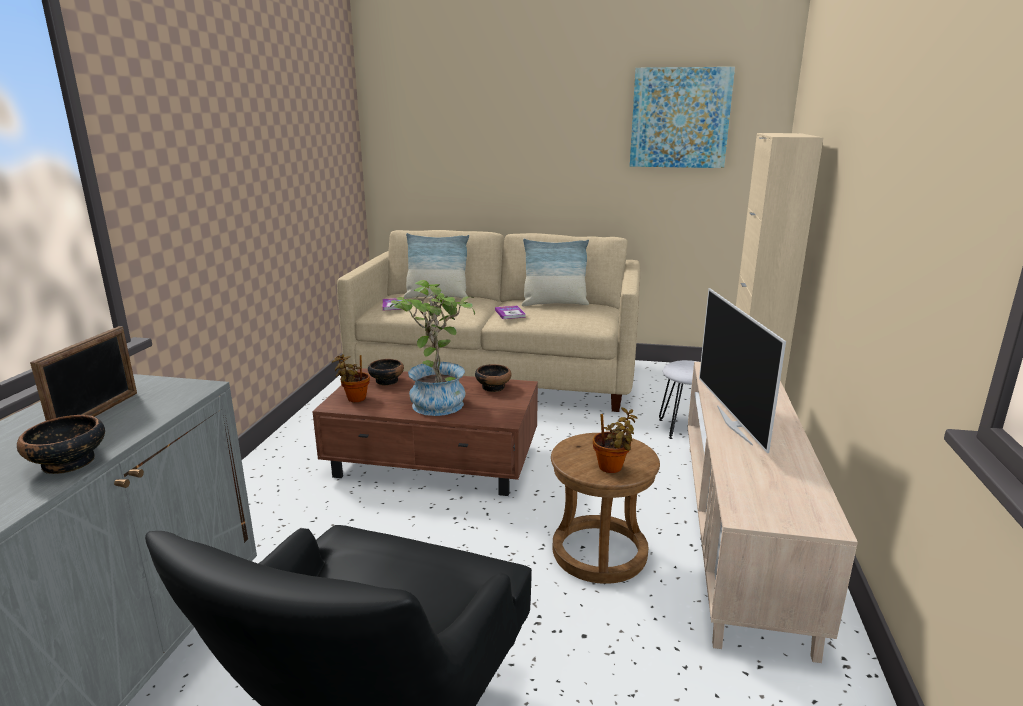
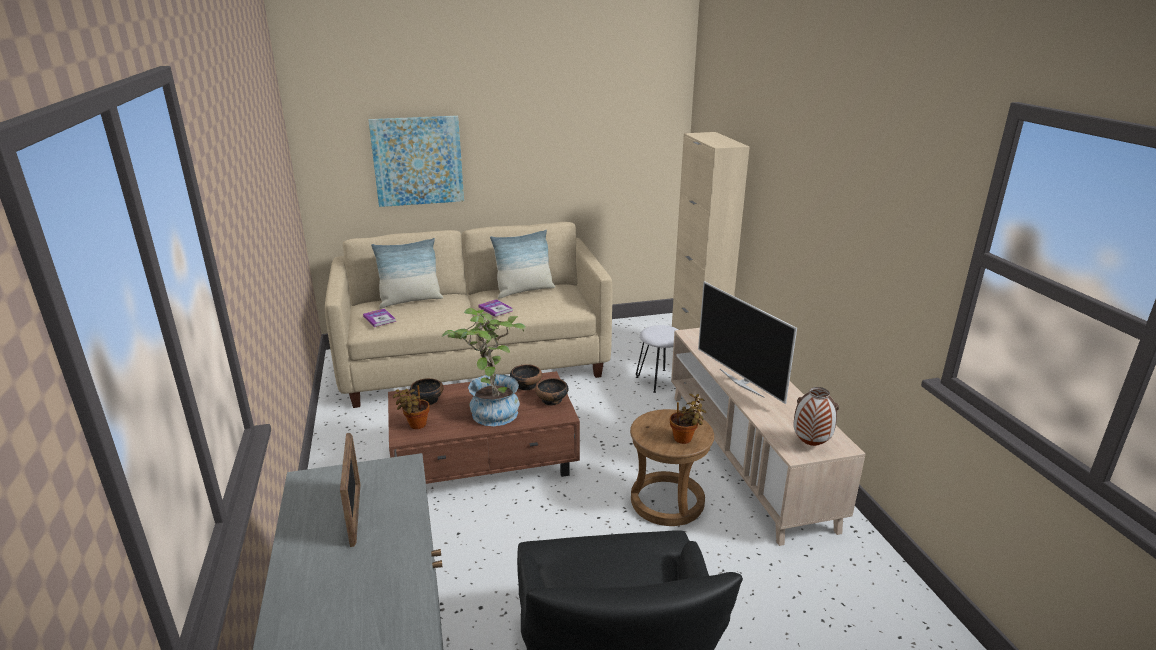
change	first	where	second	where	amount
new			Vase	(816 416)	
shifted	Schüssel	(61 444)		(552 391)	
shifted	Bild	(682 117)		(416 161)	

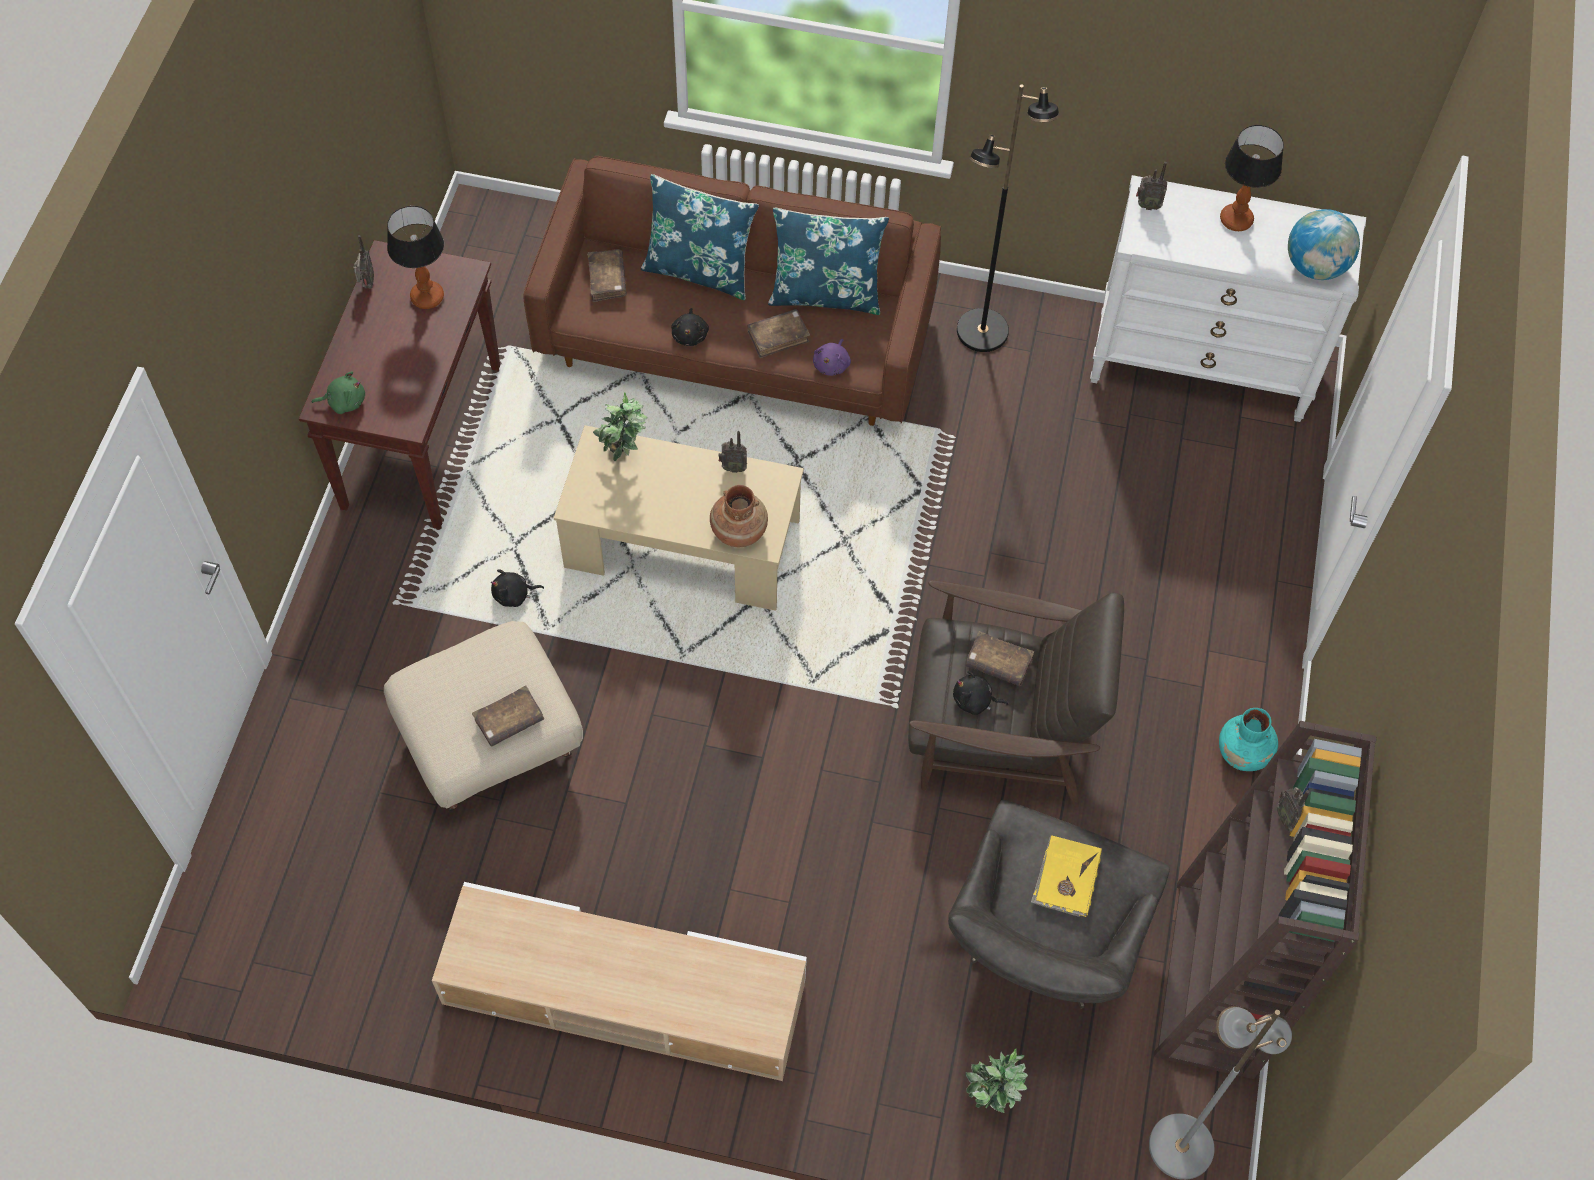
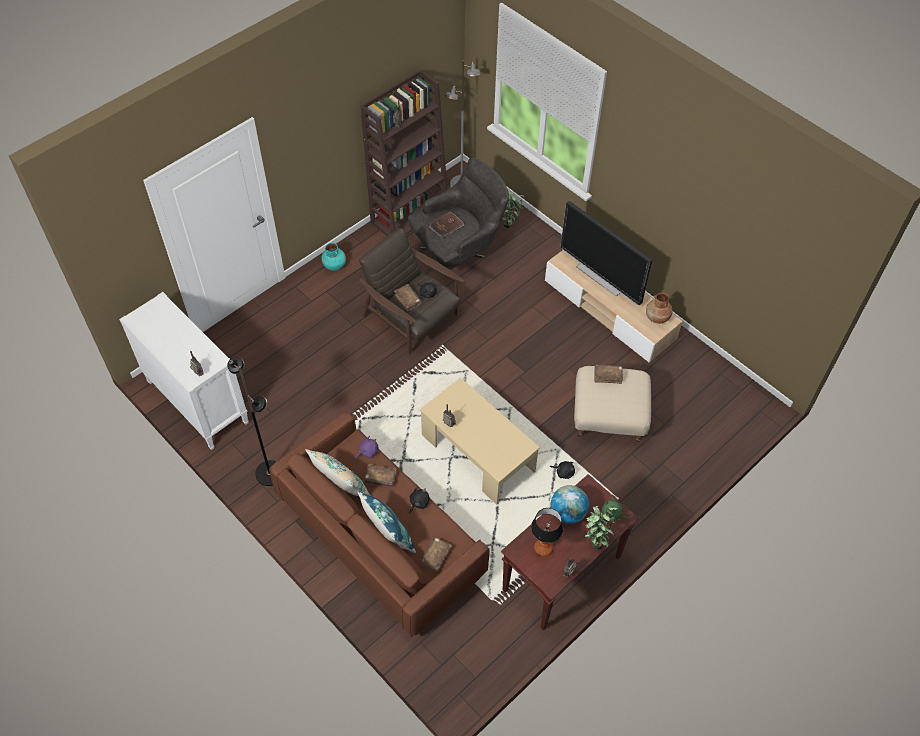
change	first	where	second	where	amount
gone	Tischlampe	(1252 178)			
new			Fernseher	(606 253)	
shifted	Topfpflanze	(620 427)		(601 528)	
shifted	Vase (braun)	(739 516)		(659 308)	
shifted	Globus	(1324 244)		(570 504)	
repainted	Kissen (blau)	(828 261)	Kissen (beige)	(338 472)	
repainted	Buch (gelb)	(1066 876)	Buch (braun)	(446 225)	

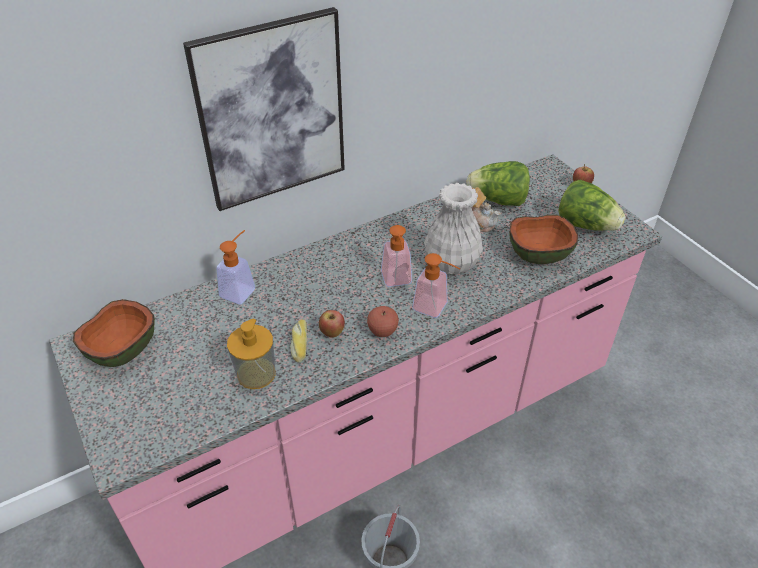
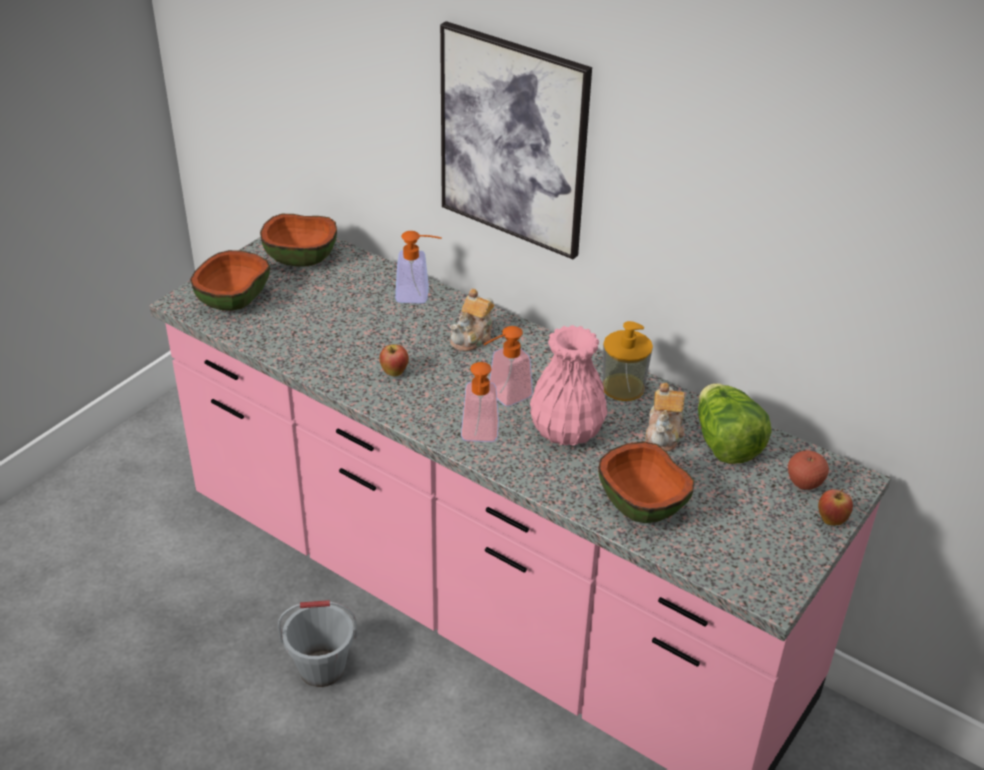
change	first	where	second	where	amount
gone	Brot	(298 341)			
gone	Salatkopf	(592 205)			
new			Schüssel	(230 280)	
new			Teekanne	(472 320)	
shifted	Seifenspender	(251 354)		(627 361)	
shifted	Apfel	(383 321)		(808 470)	
repainted	Vase (weiß)	(453 228)	Vase (rosa)	(569 385)	

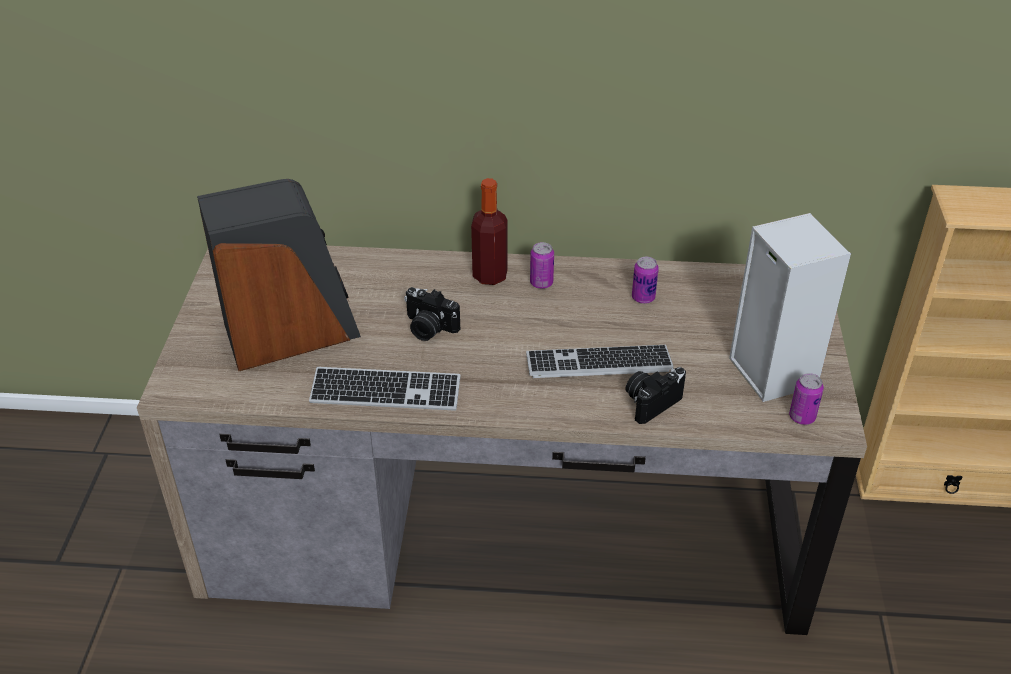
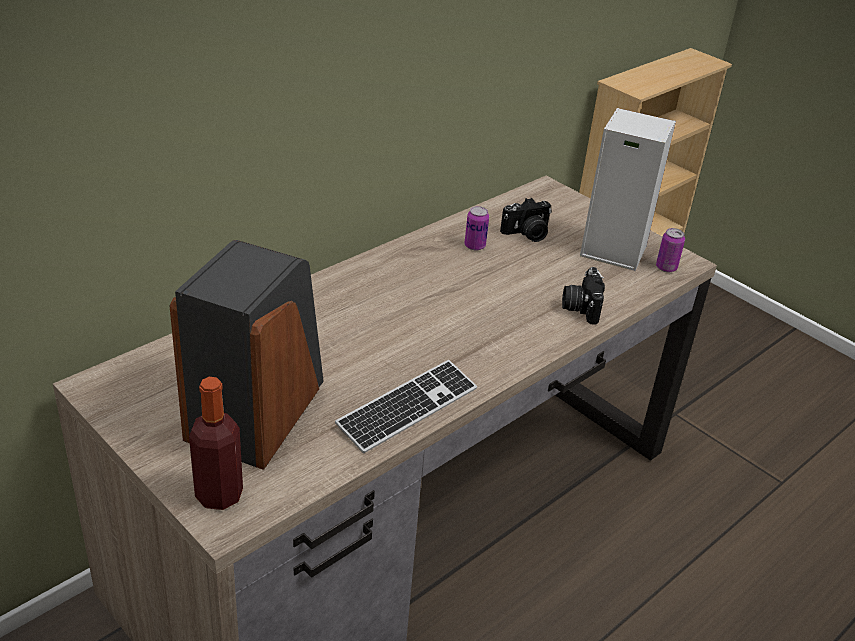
change	first	where	second	where	amount
gone	Tastatur	(600 361)			
gone	Dose	(542 265)			
shifted	Kamera	(432 314)		(526 220)	
shifted	Flasche	(489 231)		(216 443)	

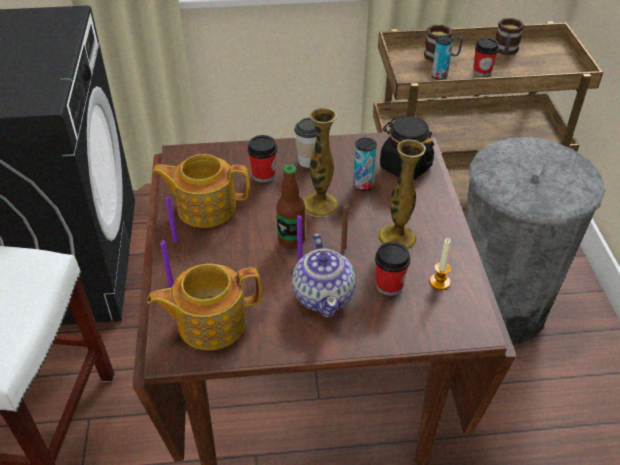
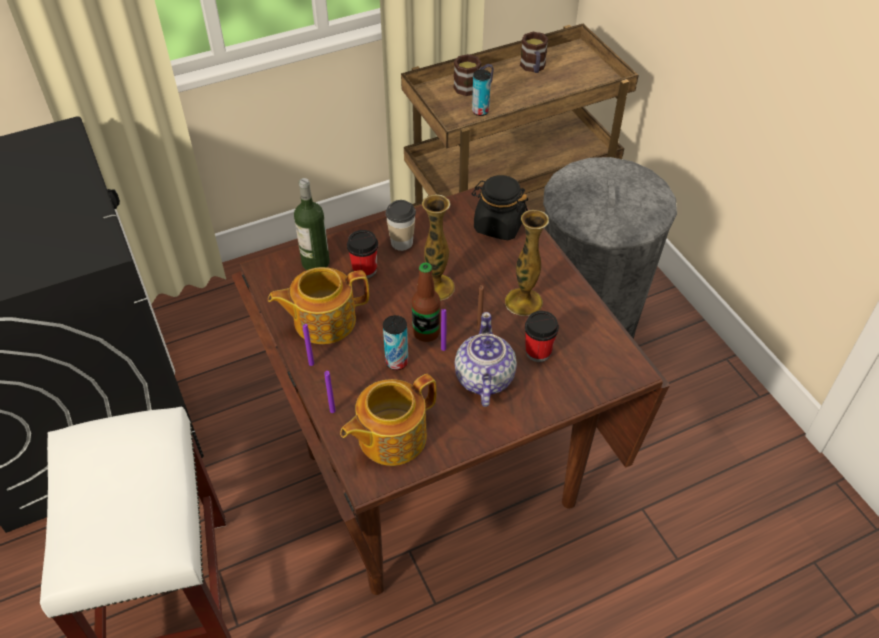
change	first	where	second	where	amount
gone	Kerze	(440 264)			
gone	Tasse	(486 57)			
new			Flasche	(312 224)	
shifted	Dose	(365 164)		(395 342)	
rotated	Teekanne	(323 275)		(486 359)	150 degrees counterclockwise

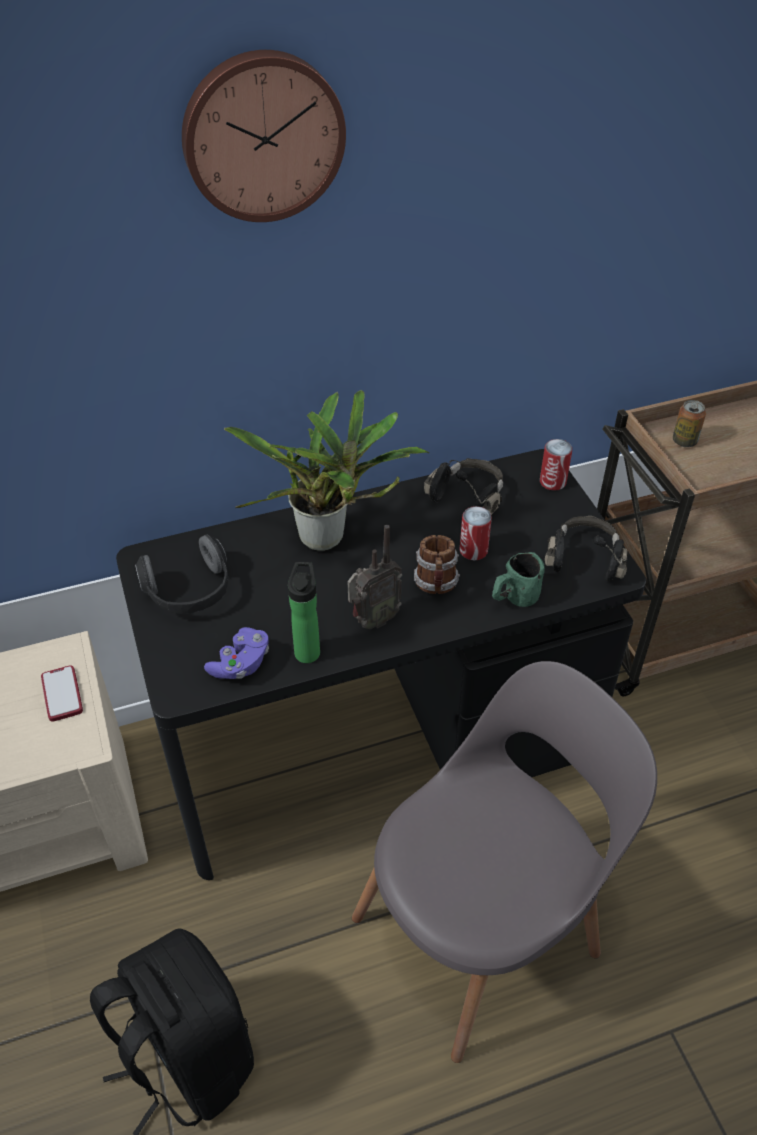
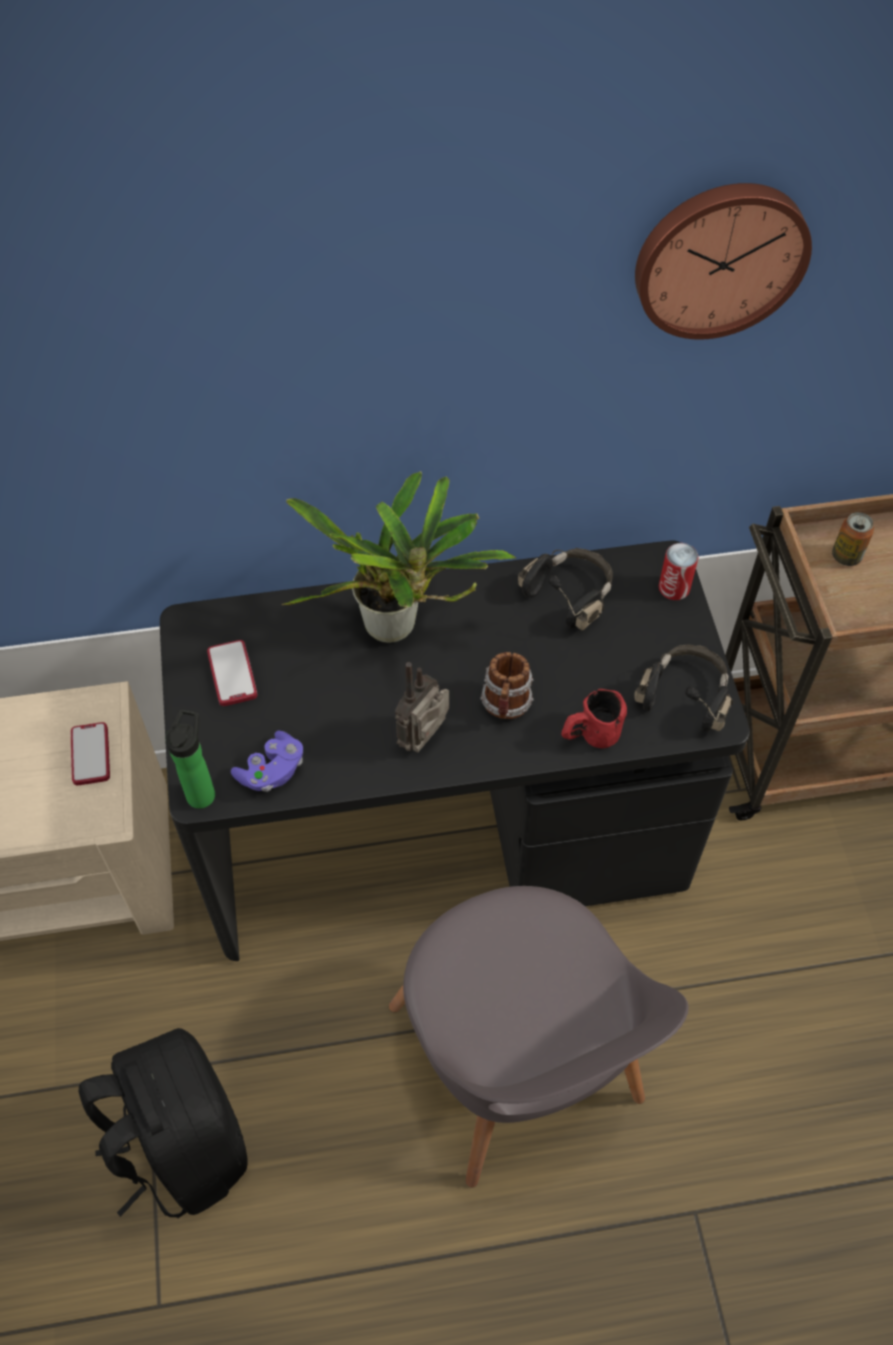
change	first	where	second	where	amount
gone	Dose	(476 533)			
shifted	Wanduhr	(264 136)		(723 261)	
shifted	Flasche	(304 612)		(190 759)	
swapped	Kopfhörer	(181 574)	Handy	(232 673)	
repainted	Henkelbecher (grün)	(518 579)	Henkelbecher (rot)	(594 718)	
rotated	Radio	(374 577)		(422 707)	150 degrees clockwise
rotated	Stuhl (grau)	(504 862)		(539 1037)	90 degrees clockwise

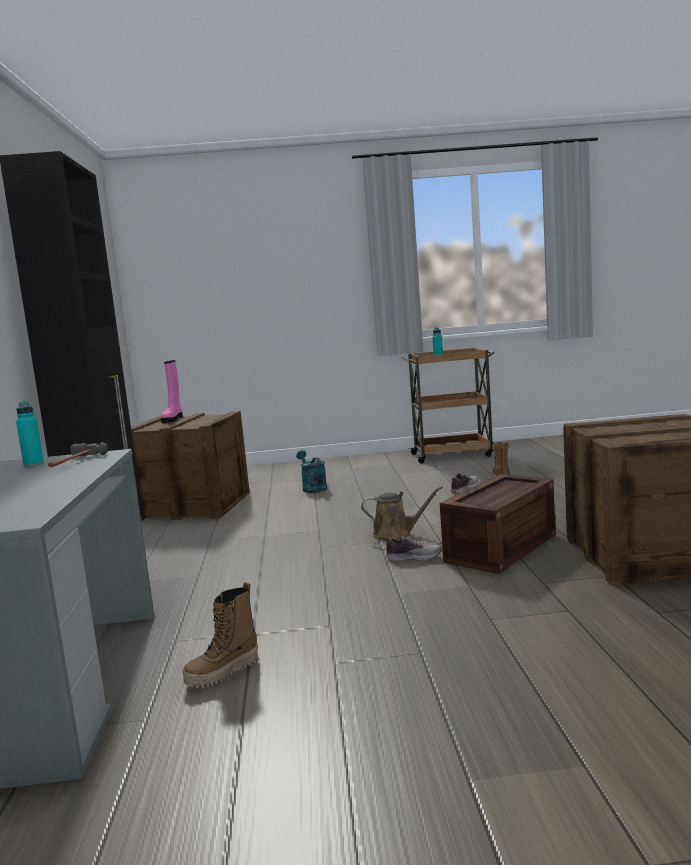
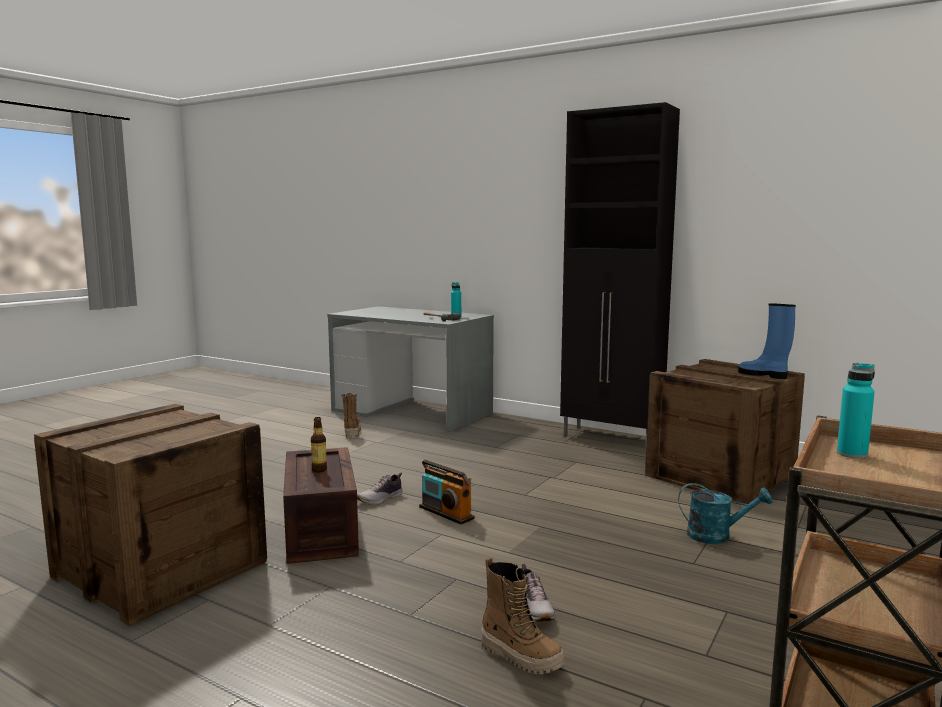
change	first	where	second	where	amount
new			Flasche	(319 445)	
swapped	Gießkanne (braun)	(402 513)	Radio	(447 491)	
repainted	Stiefel (rosa)	(172 391)	Stiefel (blau)	(767 341)	

